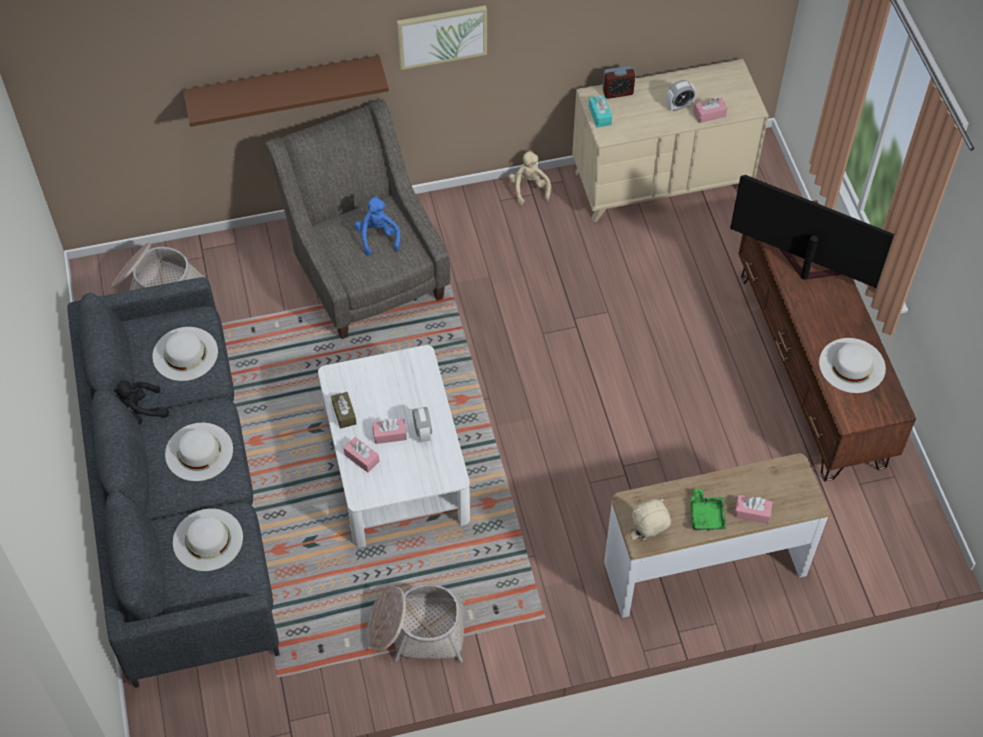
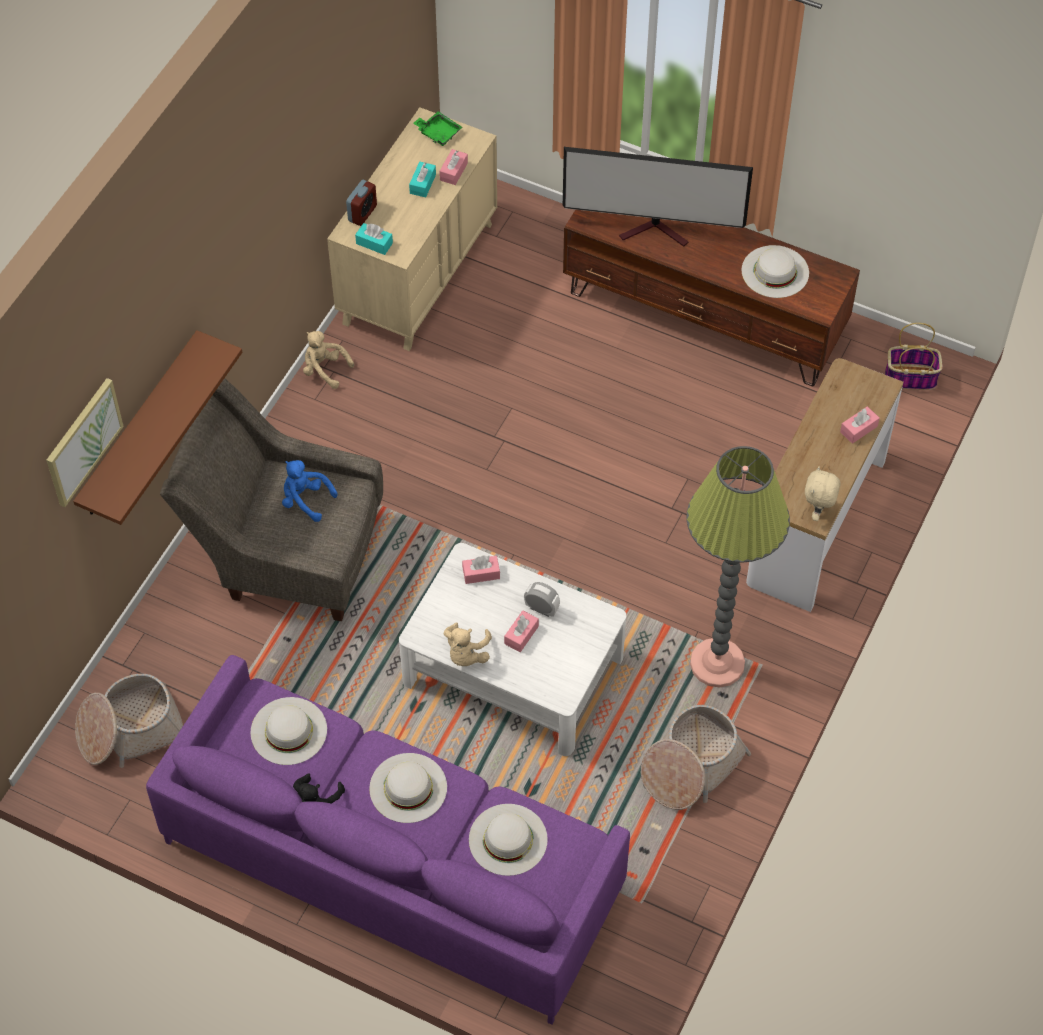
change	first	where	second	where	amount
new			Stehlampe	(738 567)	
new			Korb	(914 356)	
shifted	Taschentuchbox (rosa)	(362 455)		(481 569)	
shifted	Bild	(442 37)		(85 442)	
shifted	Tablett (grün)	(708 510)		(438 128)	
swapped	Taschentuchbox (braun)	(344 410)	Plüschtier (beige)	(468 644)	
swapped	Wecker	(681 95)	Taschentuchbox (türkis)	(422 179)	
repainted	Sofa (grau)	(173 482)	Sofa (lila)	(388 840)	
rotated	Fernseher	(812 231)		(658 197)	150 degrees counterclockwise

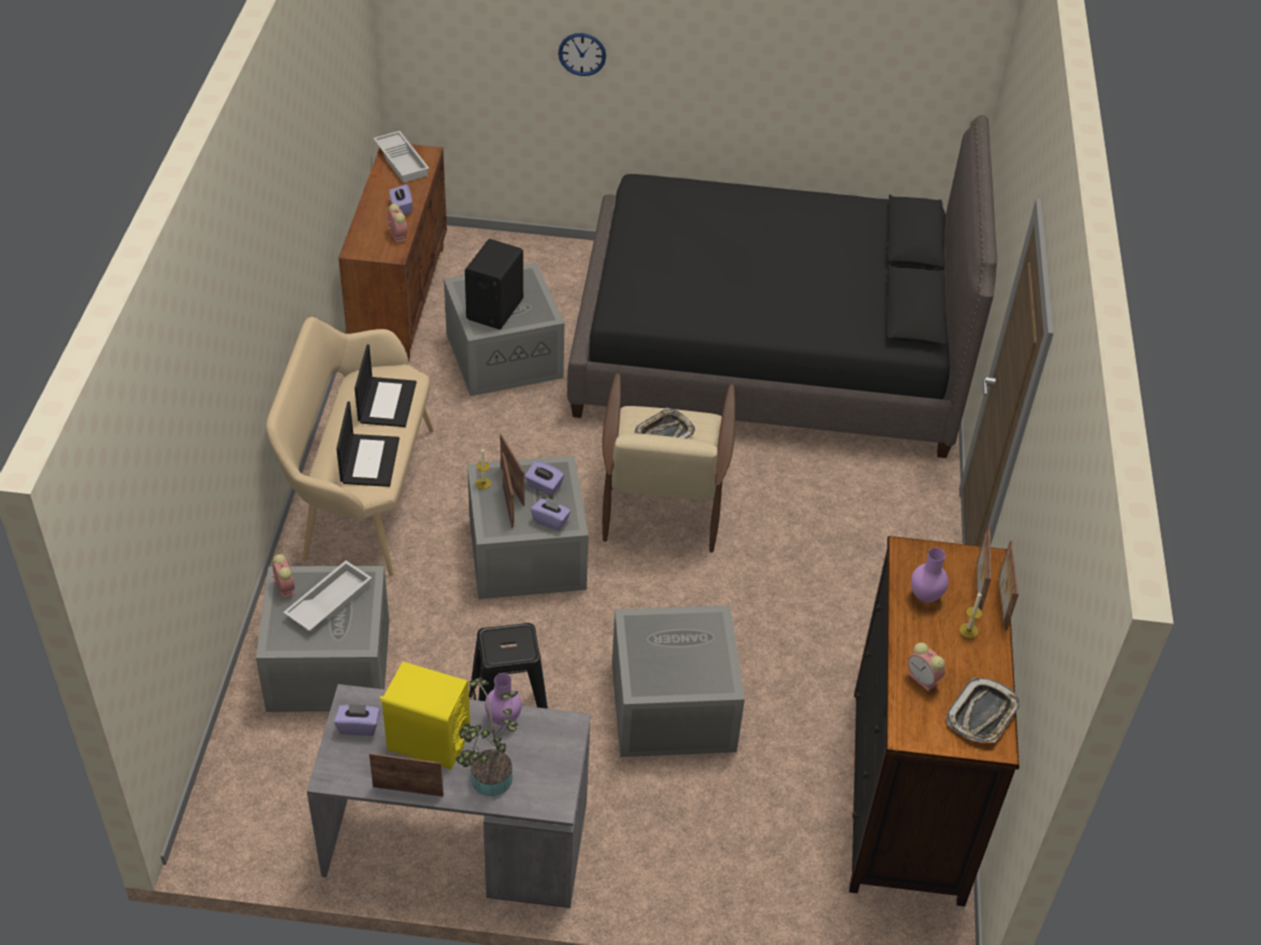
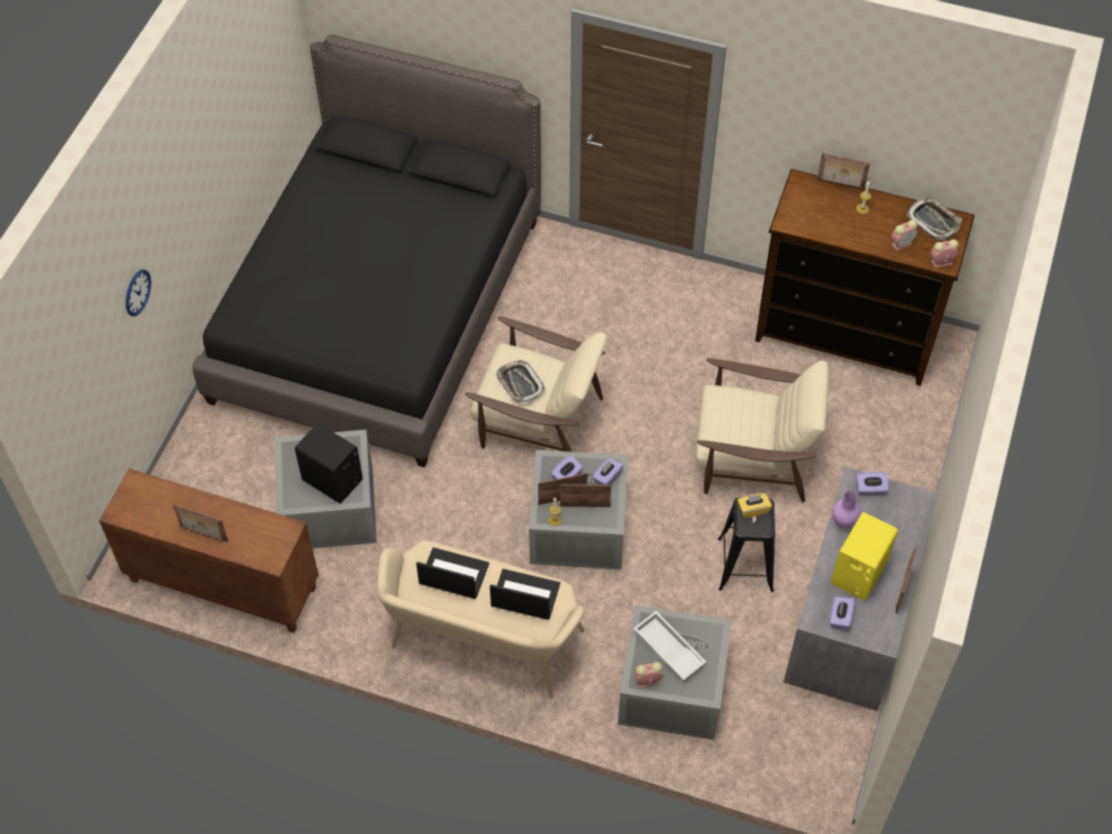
change	first	where	second	where	amount
gone	Tablett (weiß)	(401 157)			
gone	Topfpflanze	(487 736)			
gone	Vase (lila)	(930 575)			
new			Taschentuchbox (gelb)	(754 505)	
shifted	Wecker	(398 223)		(945 253)	
shifted	Taschentuchbox (lila)	(401 199)		(872 484)	
shifted	Bilderrahmen	(983 569)		(201 523)	
swapped	Aufbewahrungsbox (grau)	(678 681)	Sessel (beige)	(762 430)	

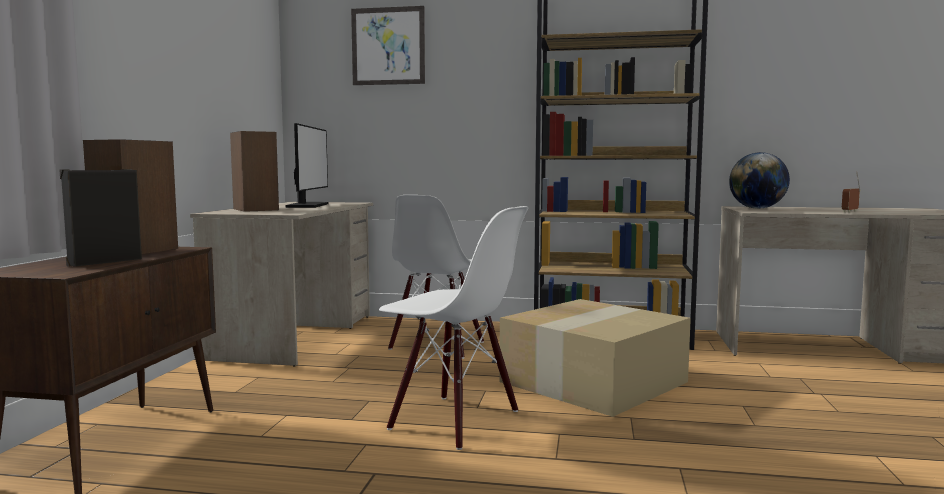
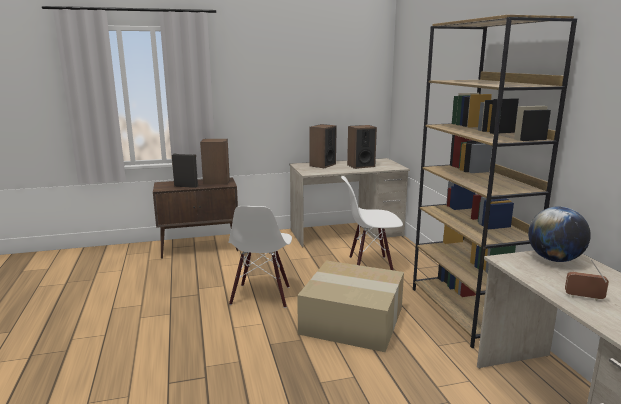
change	first	where	second	where	amount
gone	Bild	(388 45)			
swapped	Monitor	(307 165)	Lautsprecher	(362 147)	

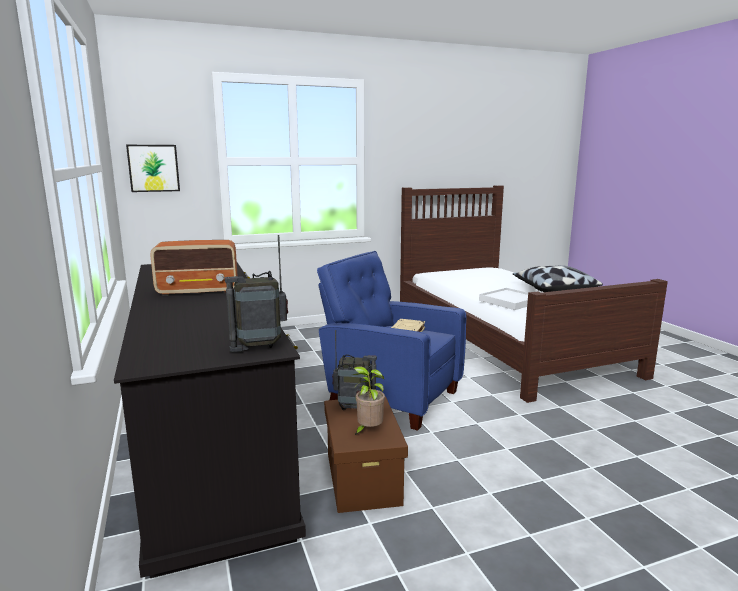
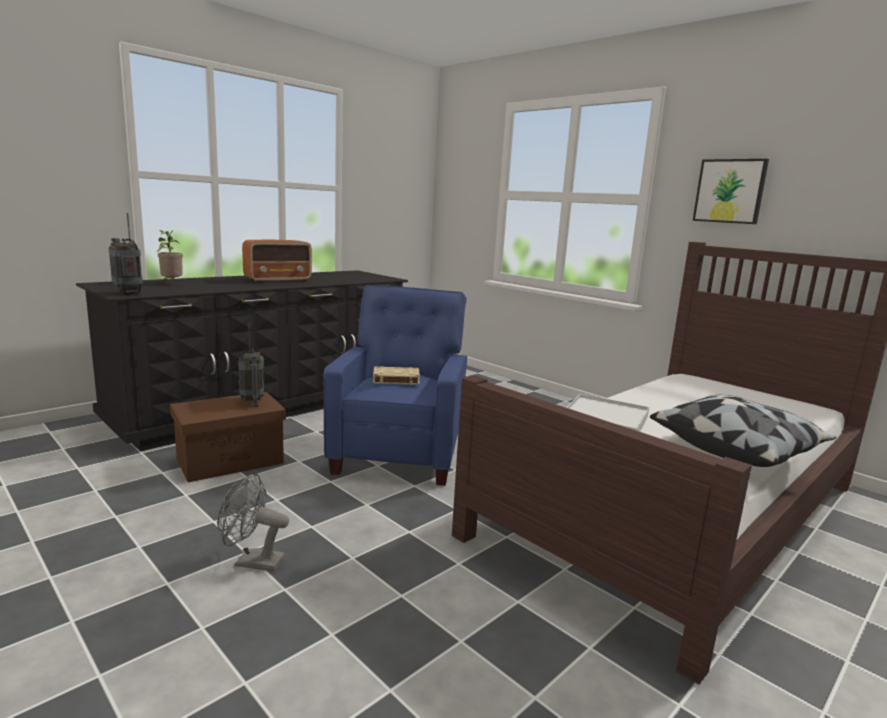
change	first	where	second	where	amount
new			Ventilator (grau)	(253 522)	
shifted	Bild	(153 168)		(731 191)	
shifted	Topfpflanze	(369 401)		(170 256)	
rotated	Radio	(193 268)		(277 261)	90 degrees counterclockwise

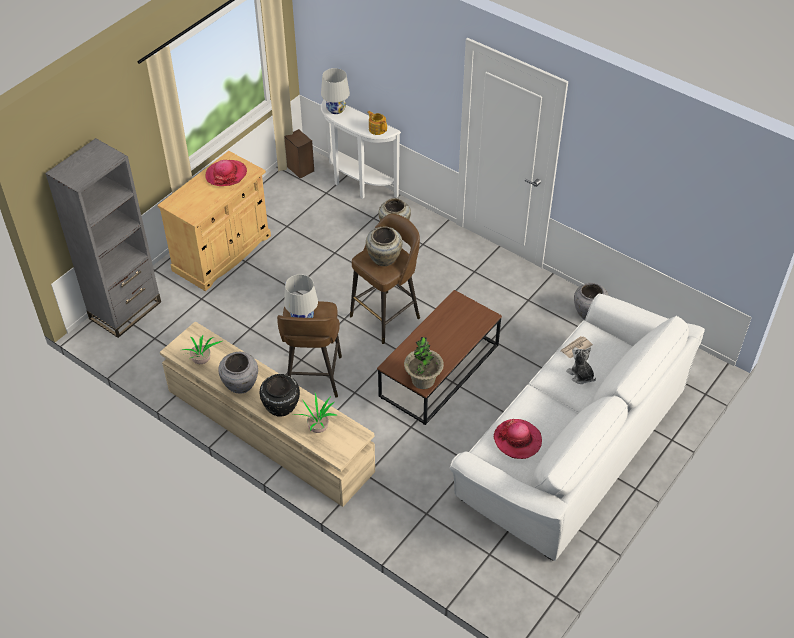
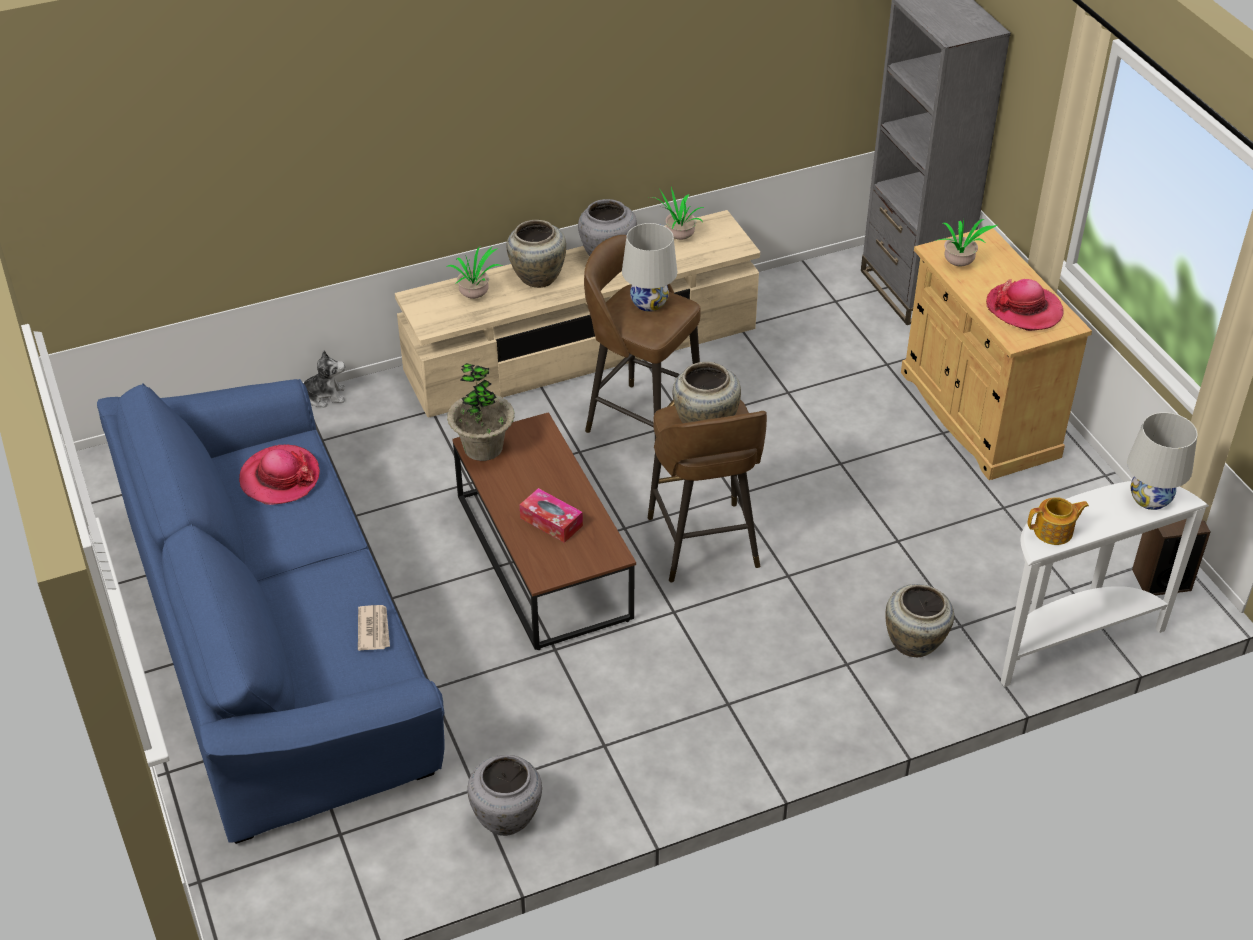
change	first	where	second	where	amount
new			Taschentuchbox	(551 515)	
new			Topfpflanze	(966 243)	
shifted	Plüschtier	(581 365)		(324 378)	
repainted	Vase (schwarz)	(280 395)	Vase (beige)	(536 254)	
repainted	Sofa (weiß)	(577 427)	Sofa (blau)	(271 611)	

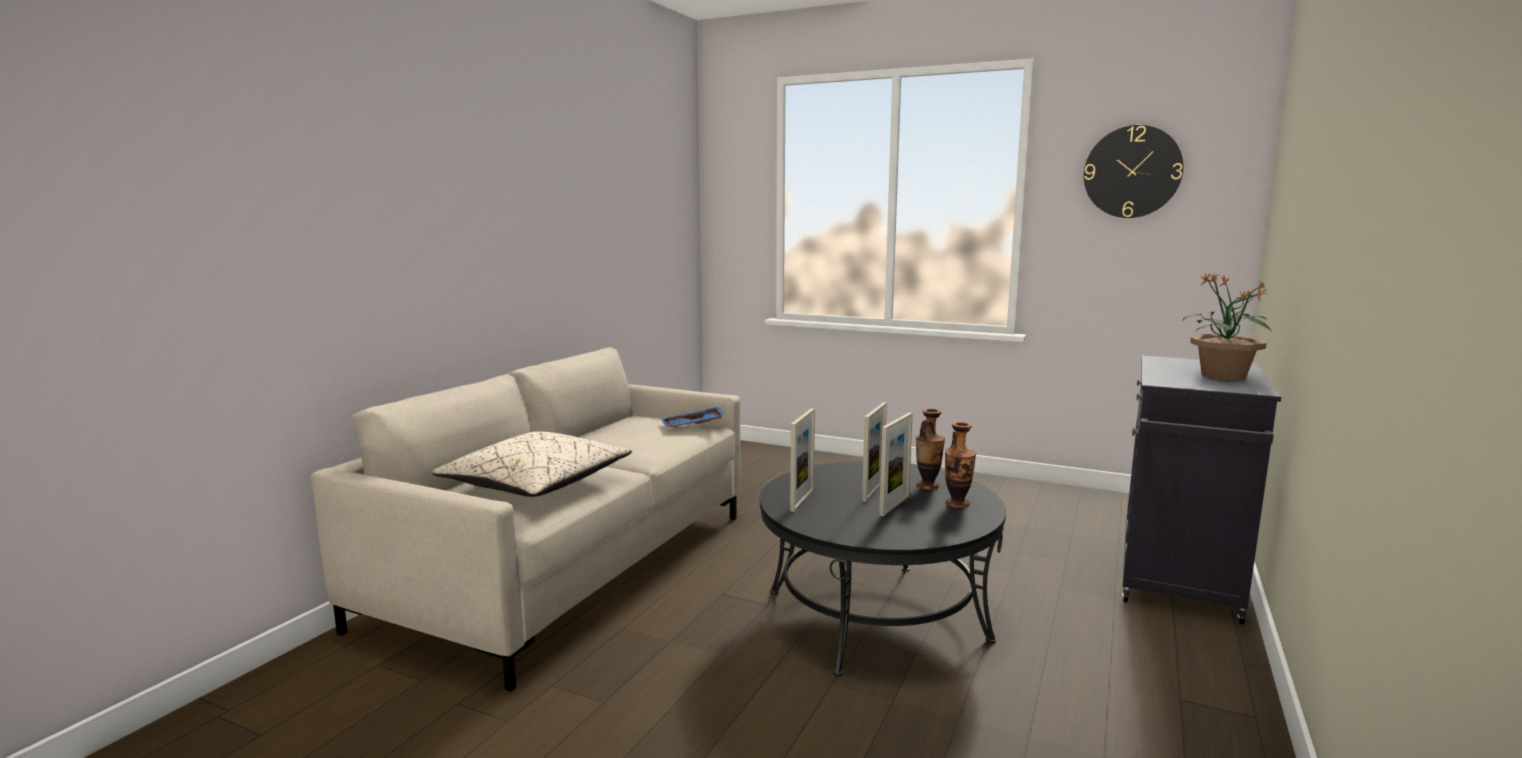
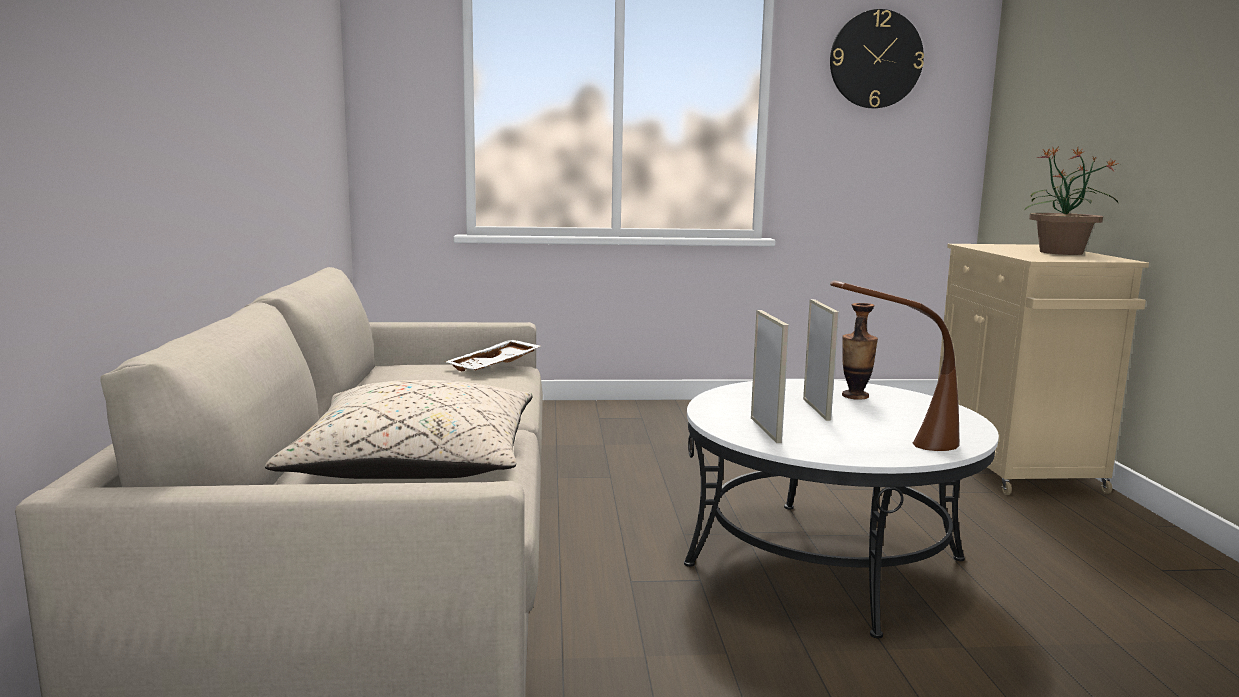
change	first	where	second	where	amount
gone	Bilderrahmen	(896 465)			
gone	Vase	(960 465)			
new			Tischlampe (braun)	(894 366)	
repainted	Tablett (blau)	(693 417)	Tablett (weiß)	(493 355)	
repainted	Couchtisch (schwarz)	(883 568)	Couchtisch (weiß)	(841 508)	
repainted	Schrank (schwarz)	(1201 490)	Schrank (beige)	(1043 369)	

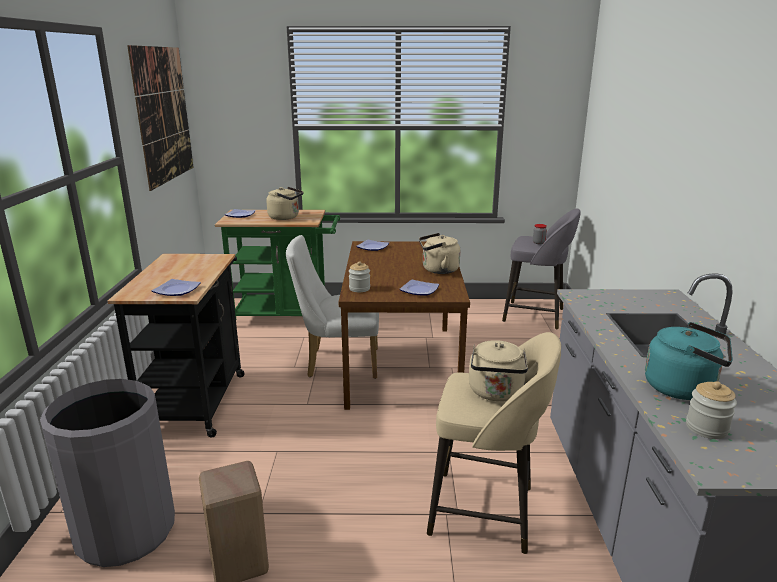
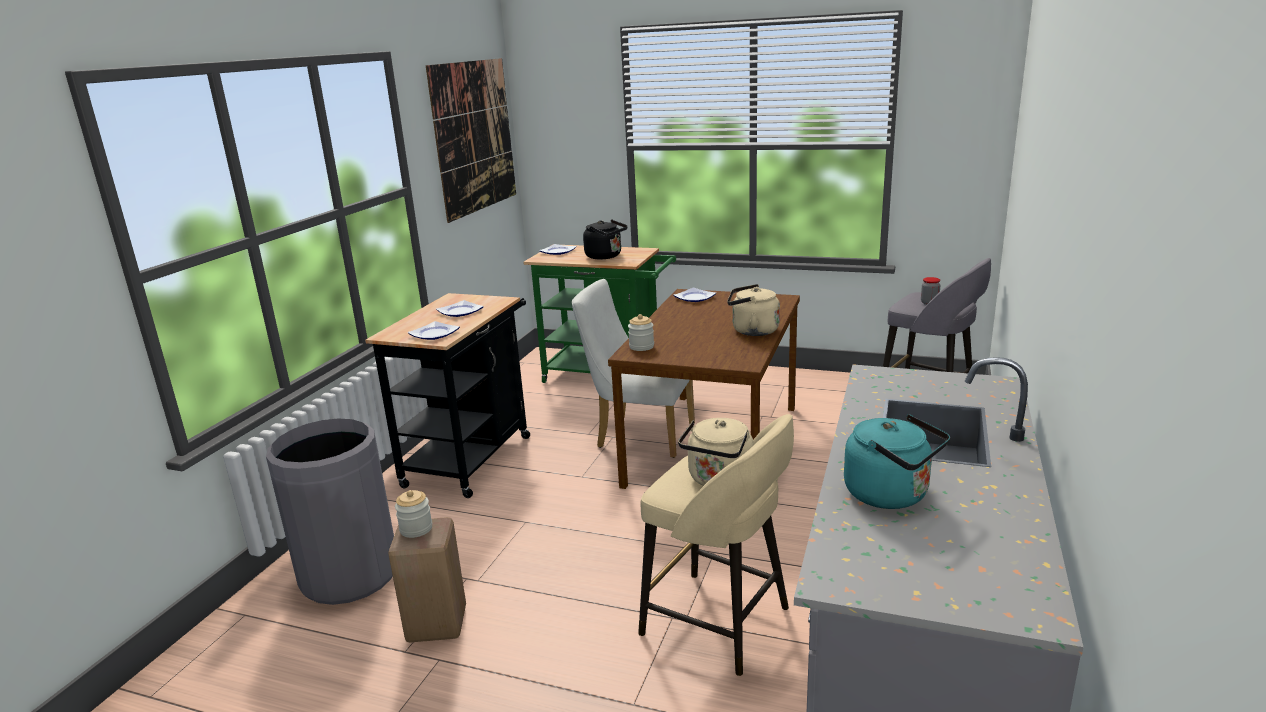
change	first	where	second	where	amount
shifted	Teller	(419 287)		(460 308)	
shifted	Vorratsglas	(711 410)		(413 514)	
repainted	Wasserkessel (beige)	(284 203)	Wasserkessel (schwarz)	(605 239)	

